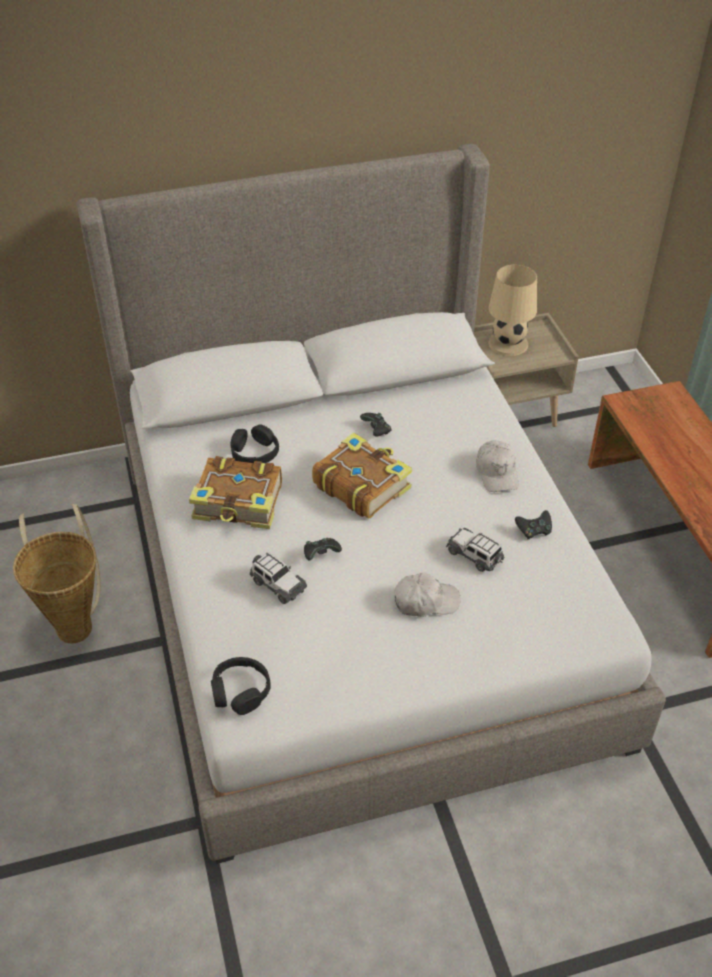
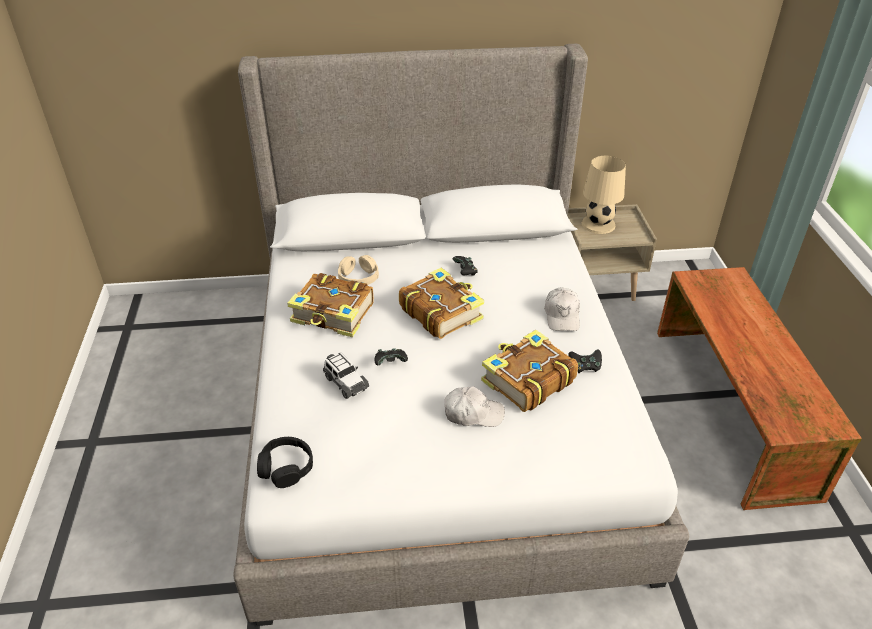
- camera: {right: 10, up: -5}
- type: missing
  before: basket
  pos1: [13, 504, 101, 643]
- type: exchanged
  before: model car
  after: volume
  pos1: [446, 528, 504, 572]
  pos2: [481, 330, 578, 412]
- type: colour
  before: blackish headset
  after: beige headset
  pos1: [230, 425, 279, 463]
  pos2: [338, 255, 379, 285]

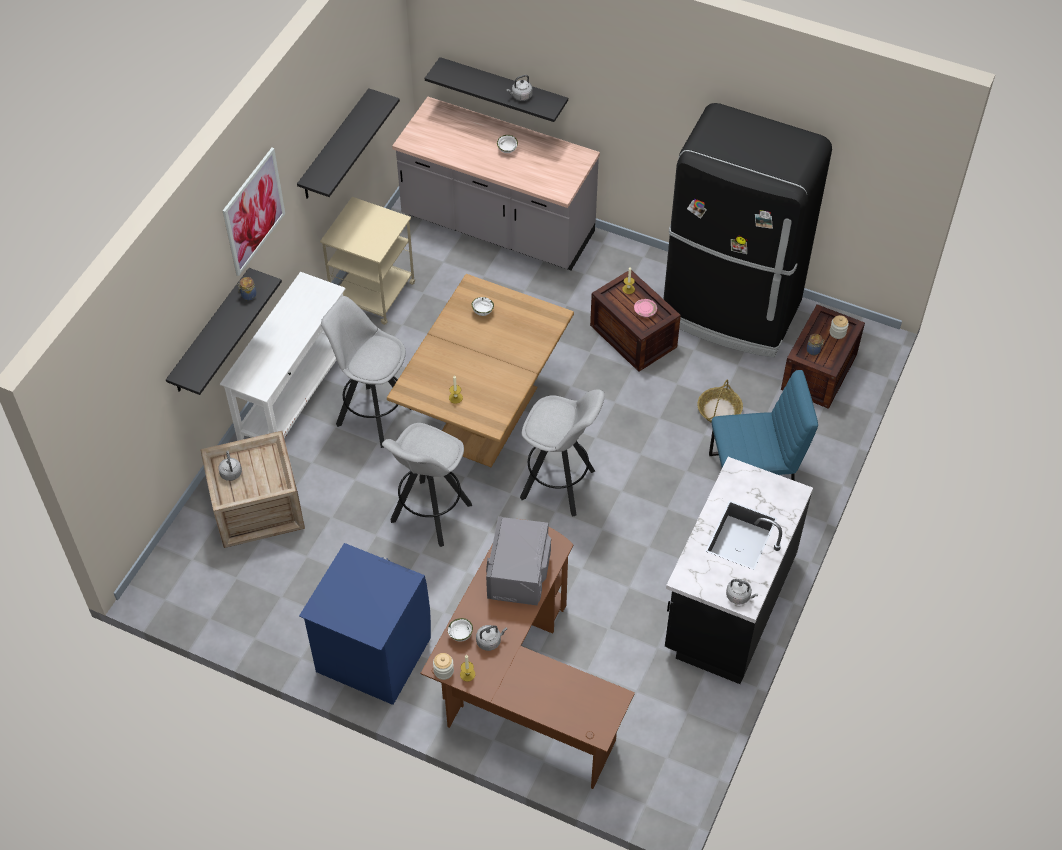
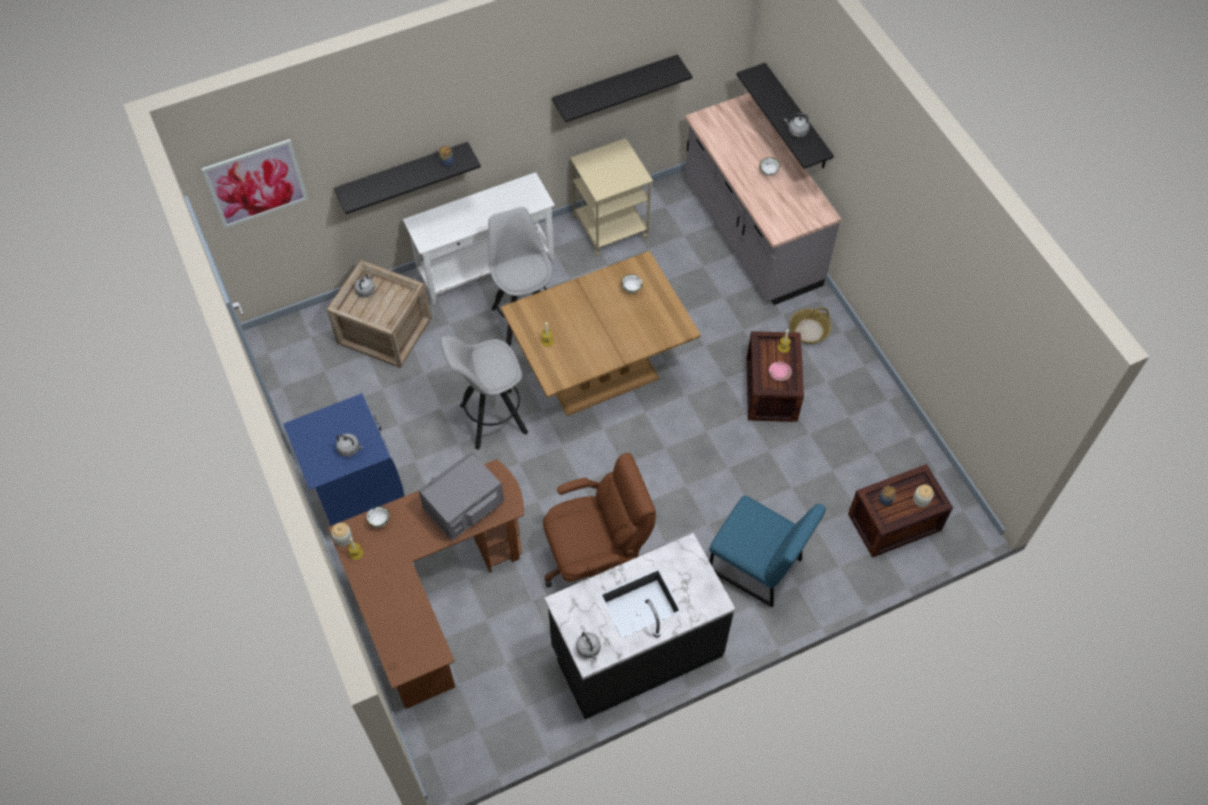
- camera: {right: 40, up: 5}
- type: missing
  before: gray stool seat
  pos1: [520, 389, 605, 517]
- type: missing
  before: blackish refrigerator
  pos1: [664, 103, 832, 357]
- type: appeared
  after: brownish office chair
  pos2: [543, 453, 656, 588]
- type: relocated
  before: wall picture
  pos1: [223, 148, 285, 276]
  pos2: [201, 139, 308, 228]
- type: relocated
  before: gray tea kettle
  pos1: [476, 625, 507, 651]
  pos2: [336, 434, 363, 457]
- type: relocated
  before: basket
  pos1: [697, 380, 743, 423]
  pos2: [789, 308, 831, 344]

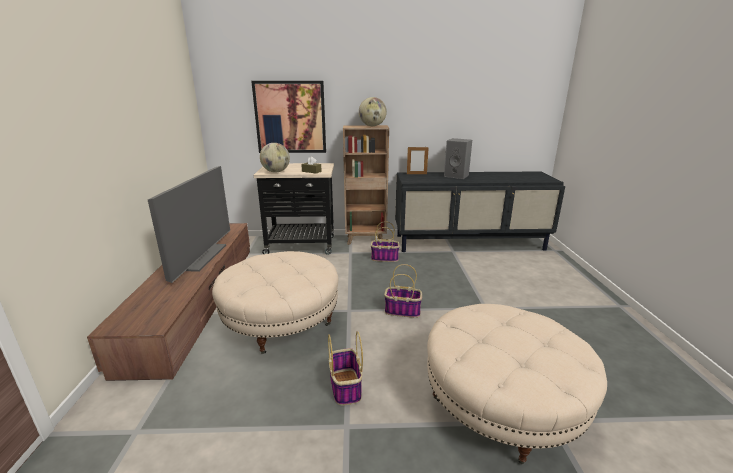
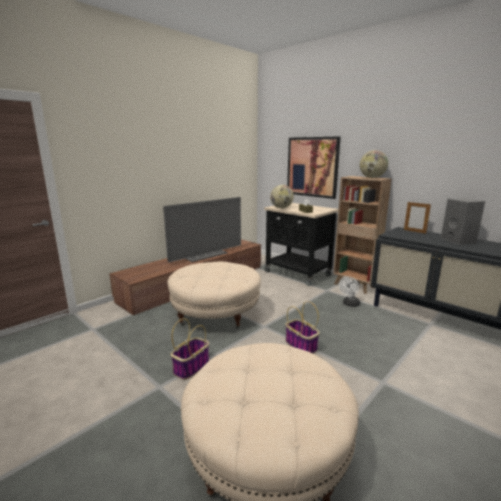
- camera: {right: 45, up: -5}
- type: exchanged
  before: basket
  after: white-coloured electric fan
  pos1: [371, 221, 400, 262]
  pos2: [339, 276, 360, 307]

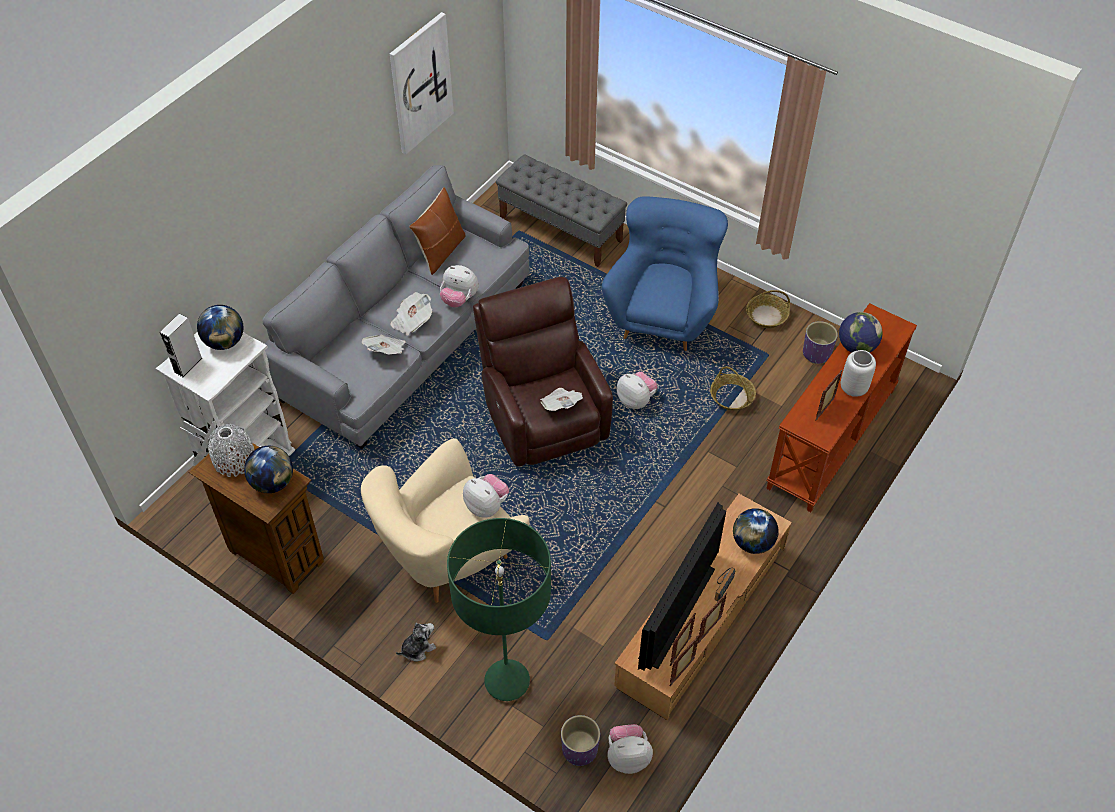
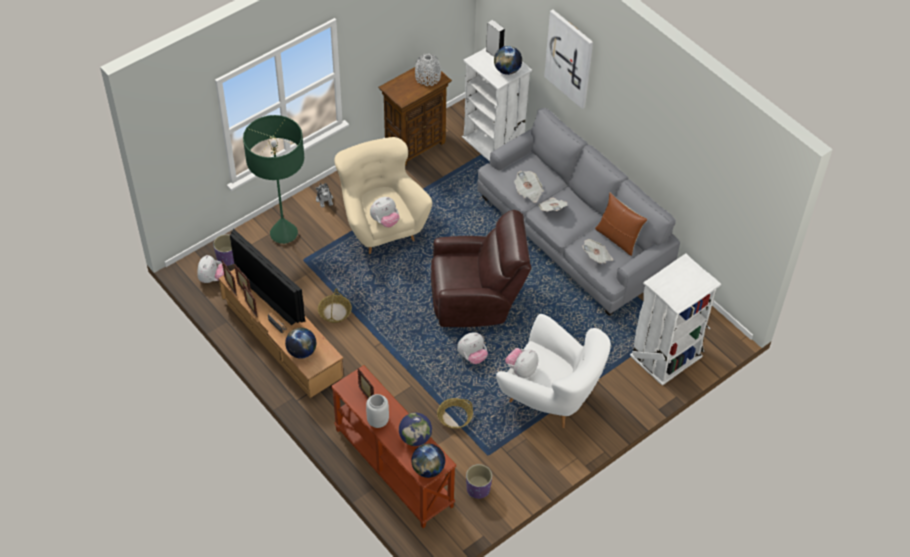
- camera: {right: 105, up: 0}
- type: relocated
  before: globe
  pos1: [244, 446, 293, 493]
  pos2: [411, 444, 445, 478]
- type: relocated
  before: wall picture
  pos1: [390, 12, 454, 154]
  pos2: [544, 10, 593, 109]
- type: relocated
  before: plush toy
  pos1: [440, 265, 479, 307]
  pos2: [505, 348, 538, 378]
- type: relocated
  before: daily paper
  pos1: [540, 388, 583, 411]
  pos2: [582, 239, 613, 264]
- type: relocated
  before: basket
  pos1: [746, 290, 790, 328]
  pos2: [318, 289, 352, 323]
- type: exchanged
  before: gray bench
  after: white-coloured bookshelf
  pos1: [496, 154, 627, 267]
  pos2: [630, 253, 721, 385]
- type: colour
  before: bluish easy chair
  after: white-coloured easy chair
  pos1: [602, 196, 728, 351]
  pos2: [496, 314, 611, 428]

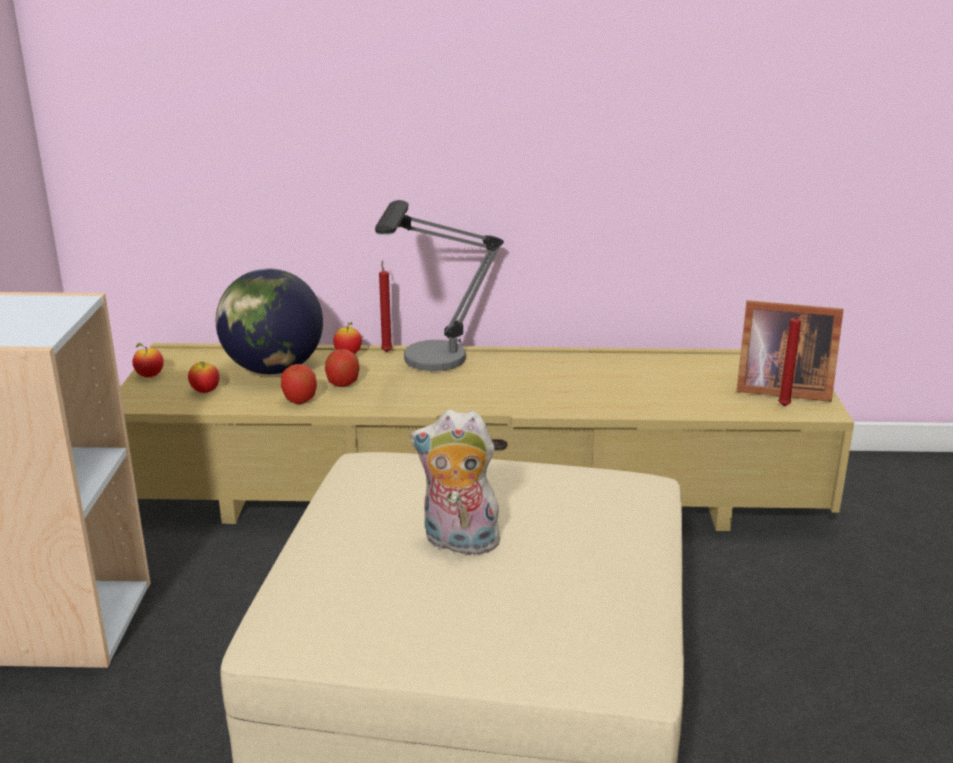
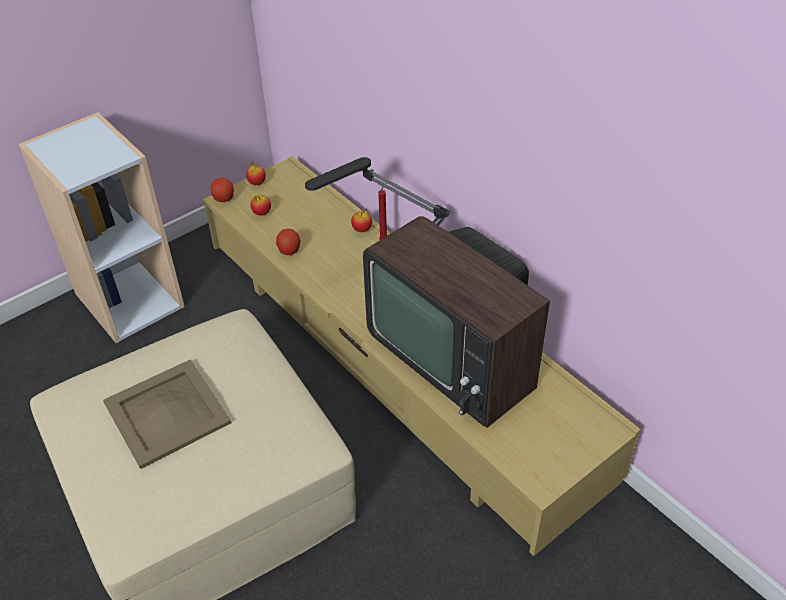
- camera: {right: 50, up: 20}
- type: missing
  before: globe
  pos1: [216, 269, 323, 374]
- type: missing
  before: standing frame
  pos1: [736, 300, 843, 402]
- type: missing
  before: red wax light
  pos1: [778, 313, 801, 406]
- type: appeared
  after: television
  pos2: [363, 216, 550, 428]
- type: relocated
  before: apple
  pos1: [325, 349, 360, 387]
  pos2: [210, 178, 234, 202]
- type: exchanged
  before: plush toy
  after: beige carrying tray
  pos1: [410, 410, 506, 555]
  pos2: [103, 359, 232, 469]

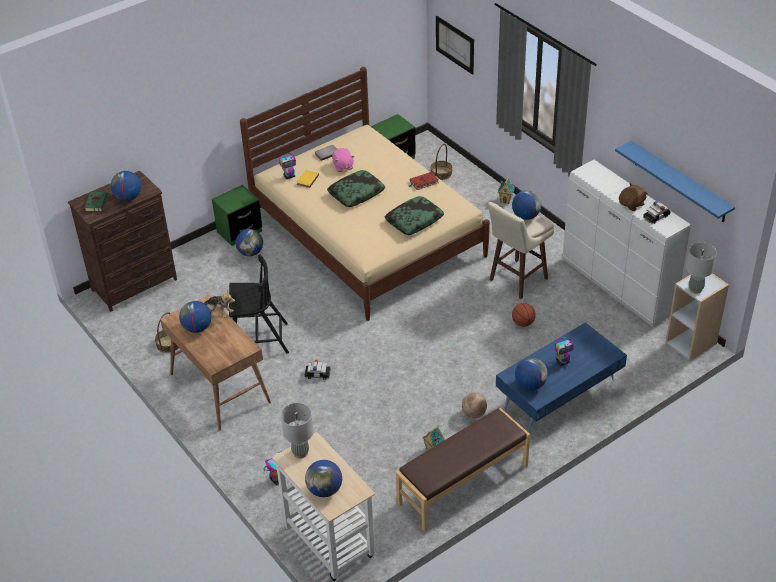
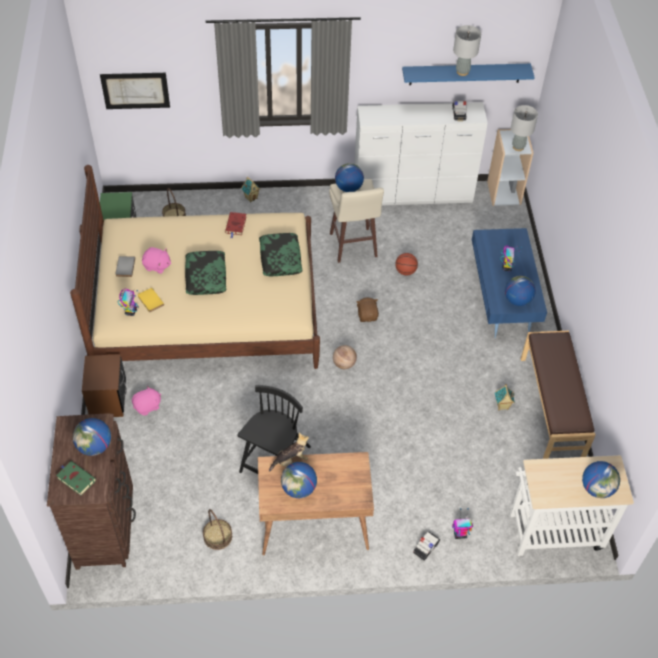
- camera: {right: -60, up: 10}
- type: relocated
  before: gray table lamp
  pos1: [281, 403, 314, 458]
  pos2: [453, 25, 481, 76]
- type: relocated
  before: model car
  pos1: [305, 360, 331, 379]
  pos2: [413, 532, 440, 561]
- type: relocated
  before: ball for basketball
  pos1: [462, 393, 487, 418]
  pos2: [333, 345, 357, 369]
- type: relocated
  before: brownish plush toy
  pos1: [619, 183, 648, 211]
  pos2: [356, 298, 379, 322]
- type: exchanged
  before: globe
  after: pink plush toy
  pos1: [236, 229, 263, 256]
  pos2: [132, 385, 161, 416]
- type: colour
  before: greenish nightstand
  after: brownish nightstand
  pos1: [212, 185, 262, 246]
  pos2: [82, 354, 127, 417]

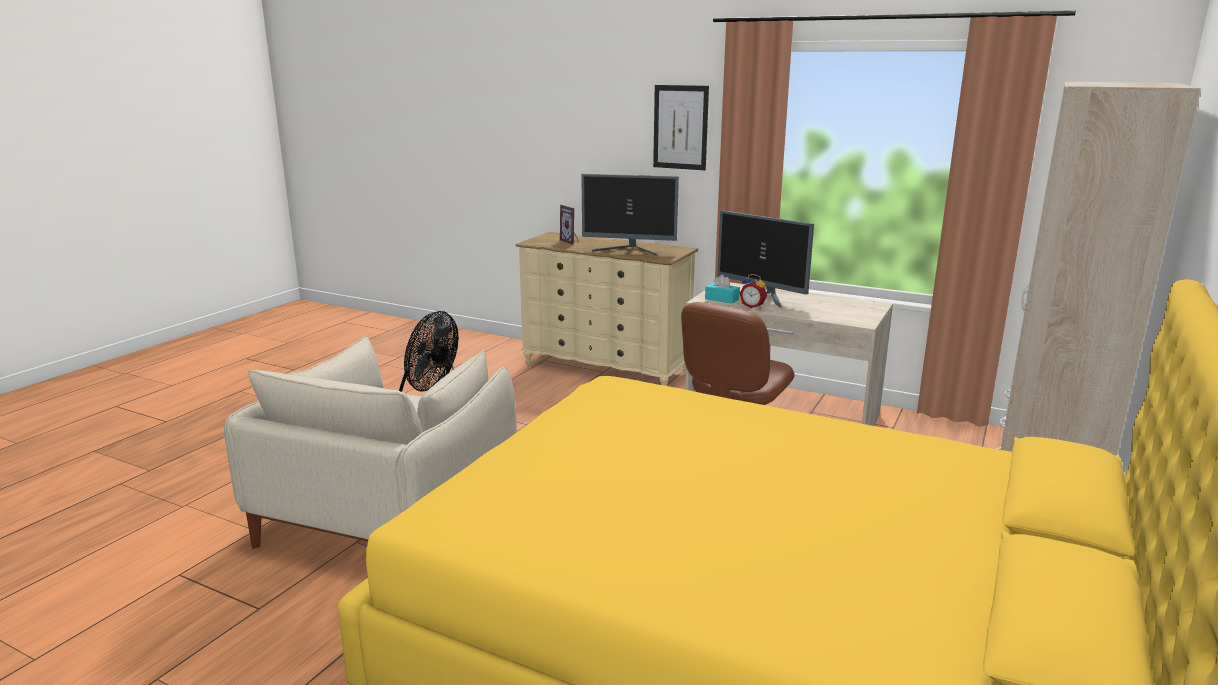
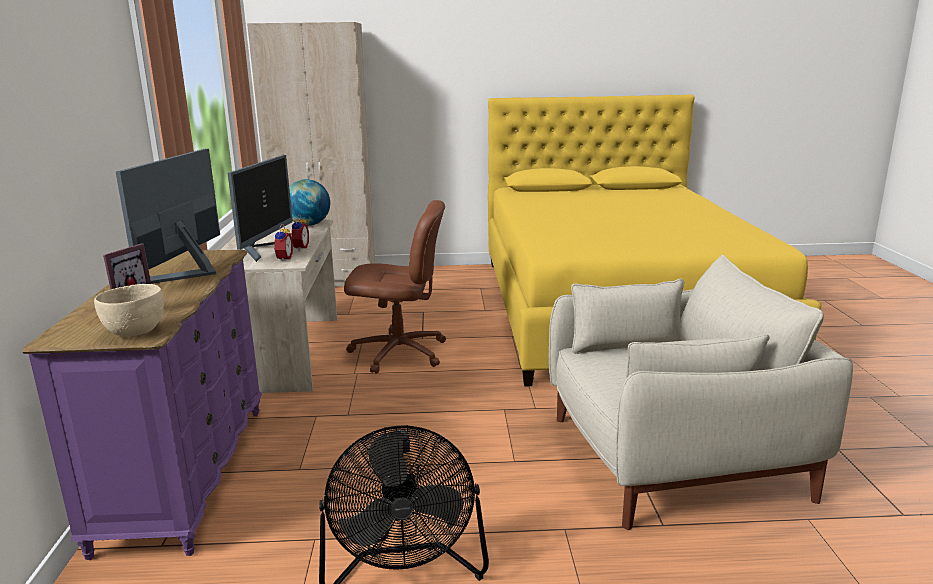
- camera: {right: -120, up: 0}
- type: missing
  before: wall picture
  pos1: [653, 85, 709, 170]
- type: appeared
  after: beige serving bowl
  pos2: [94, 284, 164, 337]
- type: appeared
  after: globe
  pos2: [289, 179, 330, 226]
- type: exchanged
  before: turquoise tissue box
  after: alarm clock
  pos1: [705, 274, 740, 304]
  pos2: [272, 224, 293, 262]
- type: colour
  before: beige dresser
  after: purplish dresser
  pos1: [516, 232, 698, 386]
  pos2: [22, 250, 262, 560]
- type: spun
  before: computer screen
  pos1: [581, 174, 679, 256]
  pos2: [116, 149, 220, 284]
  turn: -150

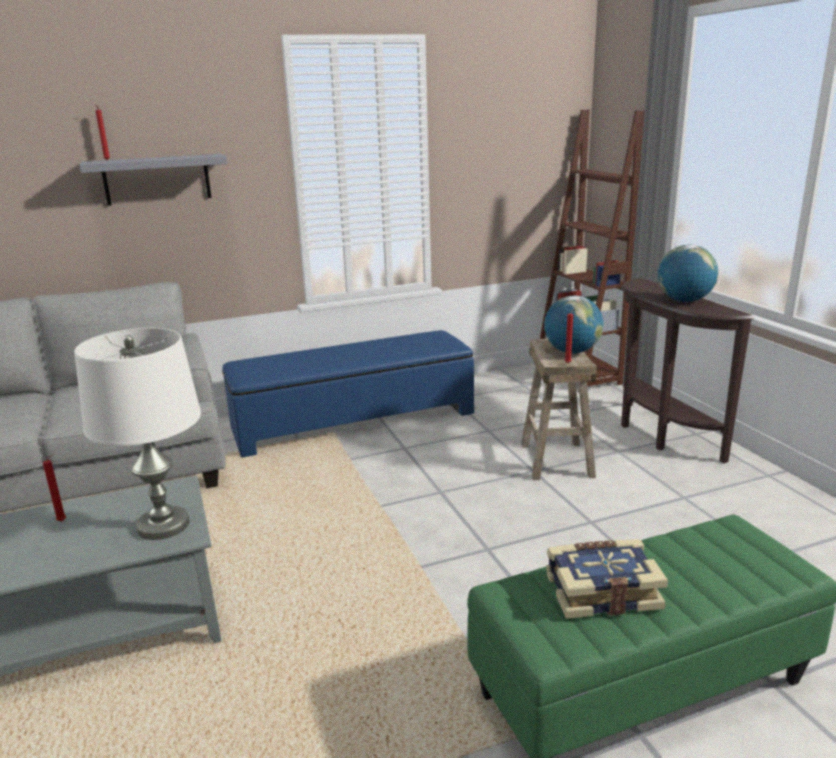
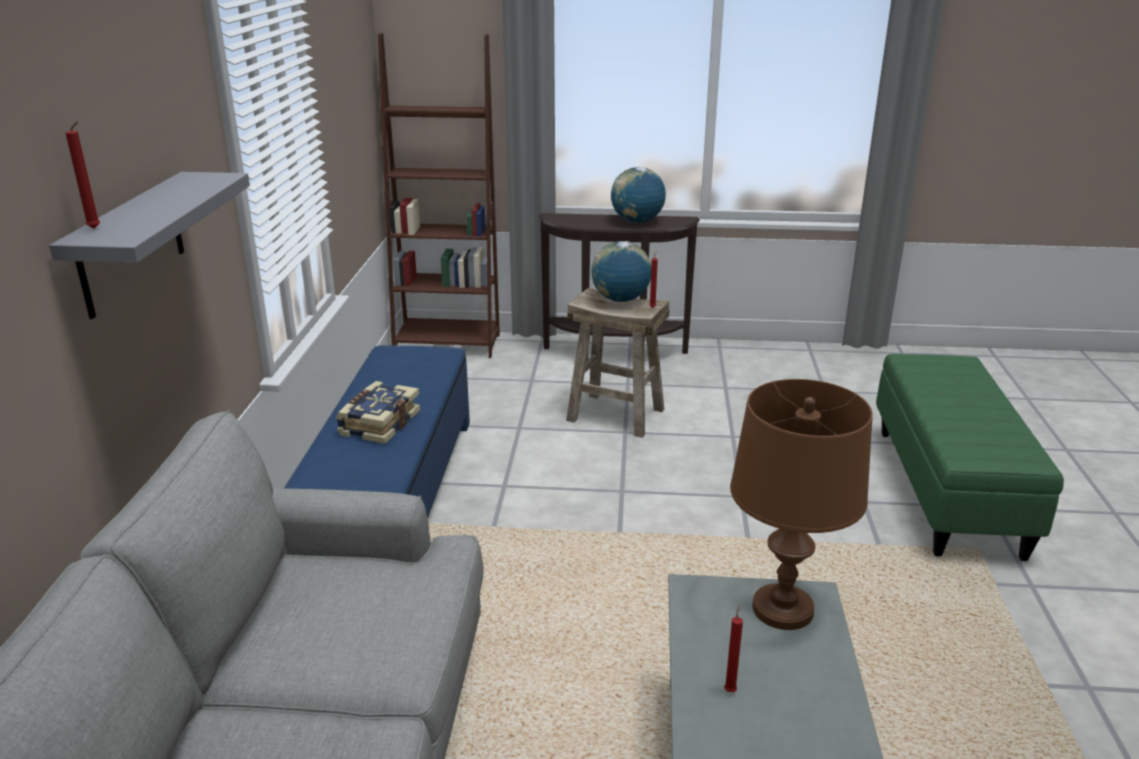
- camera: {right: -65, up: 5}
- type: relocated
  before: volume
  pos1: [546, 539, 668, 619]
  pos2: [336, 381, 420, 444]
- type: colour
  before: white-coloured table lamp
  after: brownish table lamp
  pos1: [74, 328, 201, 540]
  pos2: [730, 379, 873, 630]

